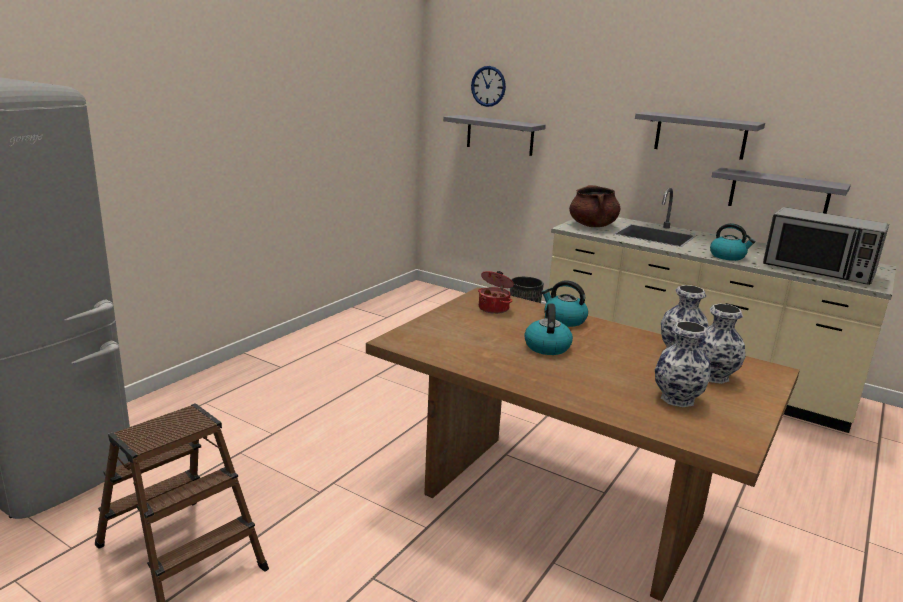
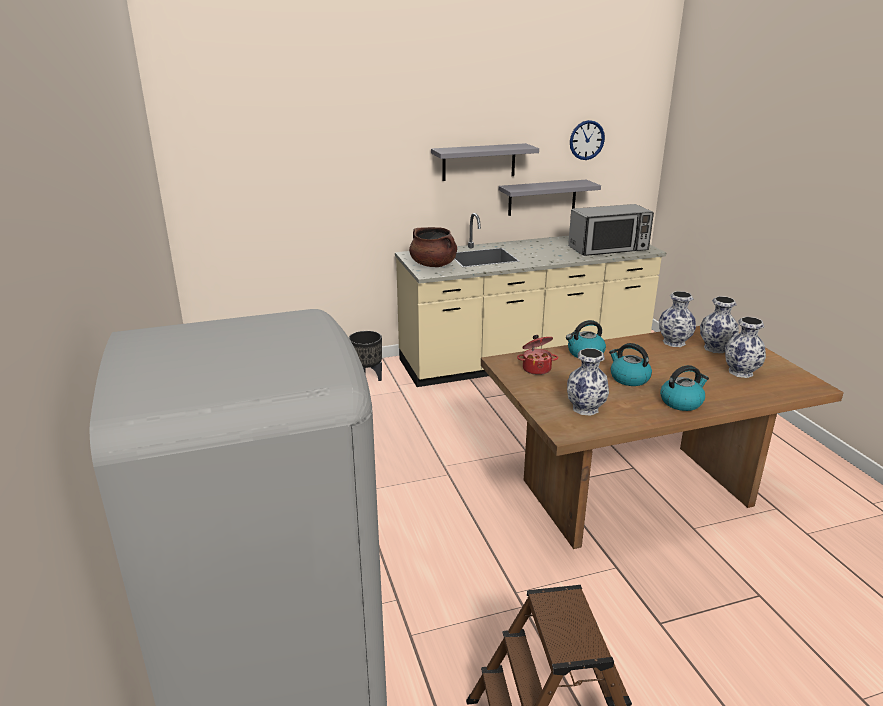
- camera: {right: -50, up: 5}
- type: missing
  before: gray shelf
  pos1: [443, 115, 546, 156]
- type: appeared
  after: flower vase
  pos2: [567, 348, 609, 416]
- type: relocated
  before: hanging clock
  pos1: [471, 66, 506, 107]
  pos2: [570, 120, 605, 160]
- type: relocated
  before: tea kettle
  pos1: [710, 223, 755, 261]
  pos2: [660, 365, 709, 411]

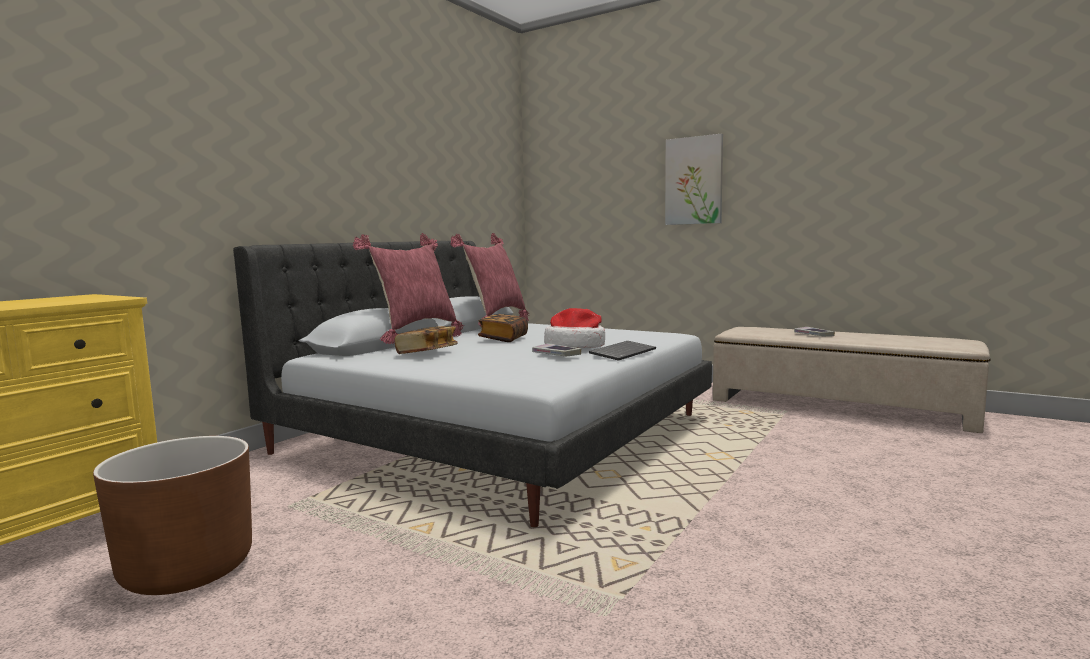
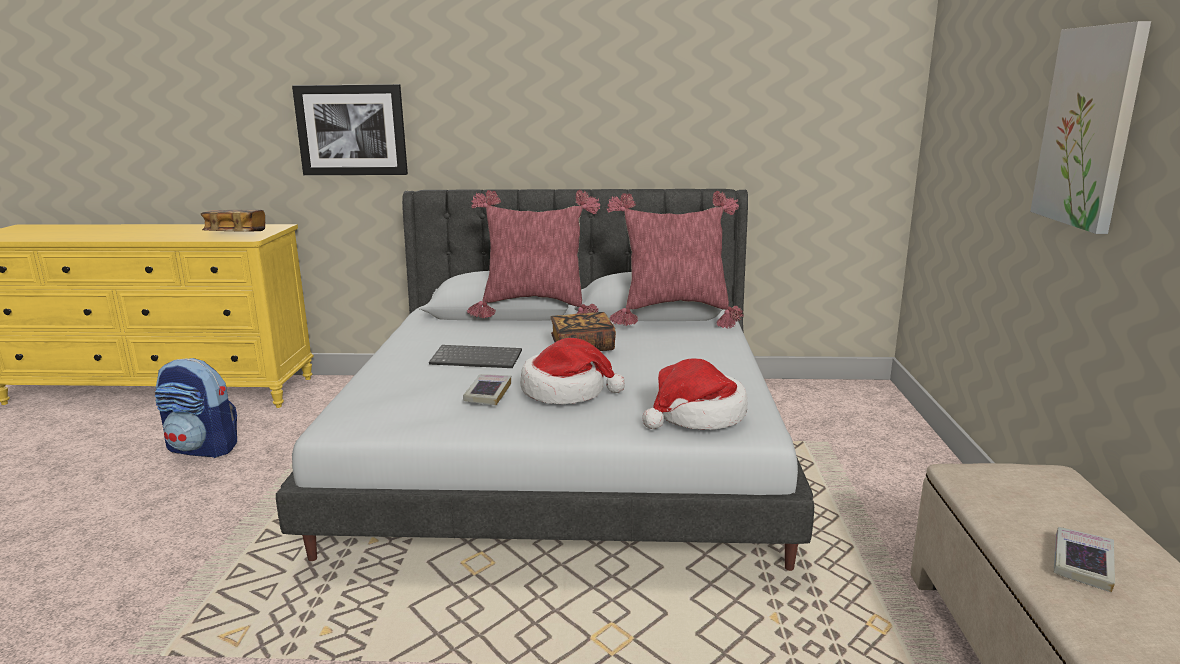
- camera: {right: 60, up: 10}
- type: appeared
  after: wall picture
  pos2: [292, 84, 408, 175]
- type: appeared
  after: hat
  pos2: [643, 358, 748, 430]
- type: relocated
  before: volume
  pos1: [395, 326, 458, 354]
  pos2: [201, 210, 265, 232]
- type: relocated
  before: computer keyboard
  pos1: [589, 341, 656, 361]
  pos2: [429, 345, 522, 368]
- type: exchanged
  before: brownish flower pot
  after: rucksack
  pos1: [93, 436, 252, 595]
  pos2: [155, 358, 237, 458]

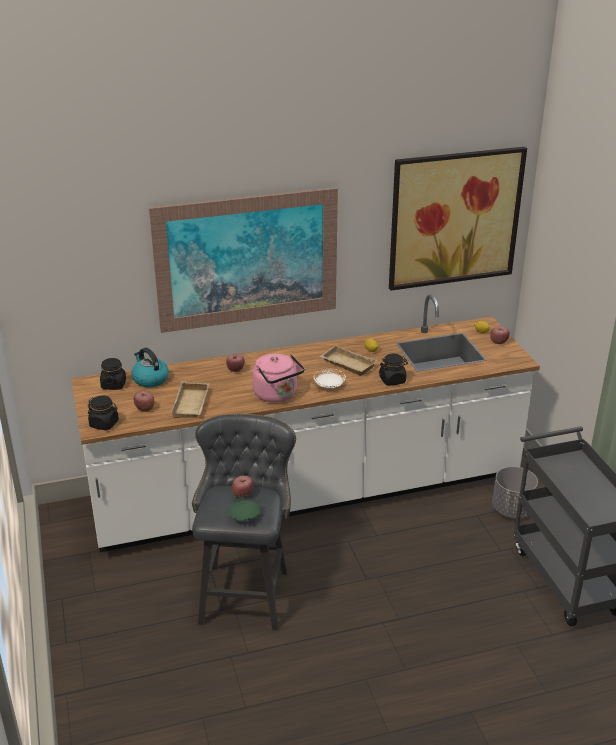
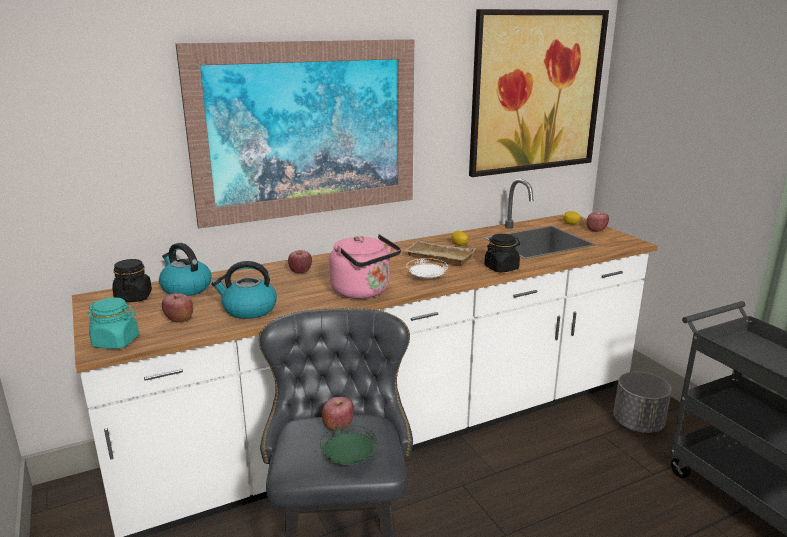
- camera: {right: -10, up: -10}
- type: exchanged
  before: beige carrying tray
  after: tea kettle
  pos1: [171, 381, 209, 418]
  pos2: [211, 261, 277, 319]
- type: colour
  before: blackish preserve jar
  after: turquoise preserve jar
  pos1: [88, 396, 119, 430]
  pos2: [88, 297, 139, 349]

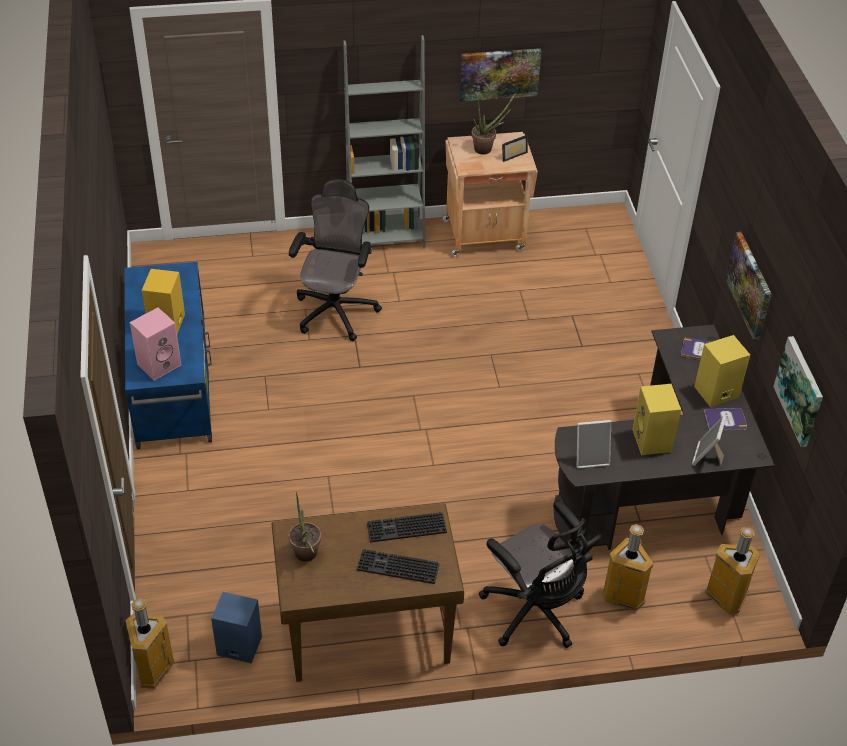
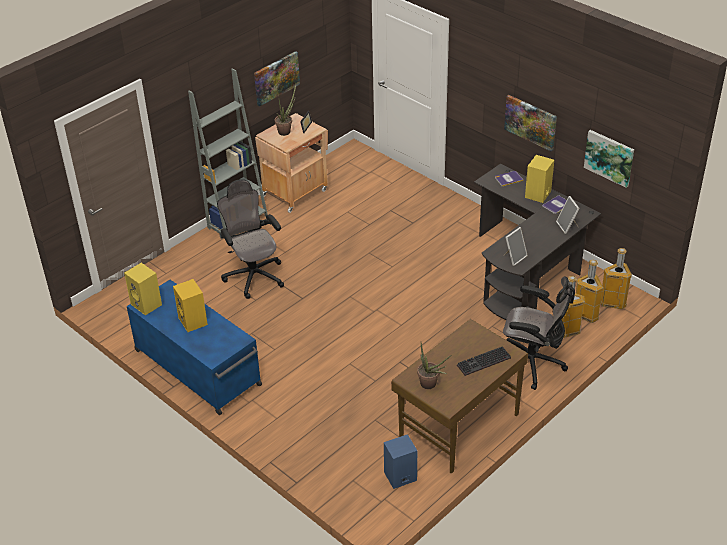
- camera: {right: -35, up: -5}
- type: missing
  before: pink loudspeaker
  pos1: [130, 307, 181, 380]
- type: missing
  before: computer keyboard
  pos1: [367, 512, 447, 543]
- type: relocated
  before: trash can
  pos1: [126, 598, 174, 689]
  pos2: [576, 259, 603, 323]
- type: relocated
  before: yellowish loudspeaker
  pos1: [632, 384, 681, 455]
  pos2: [124, 263, 162, 315]

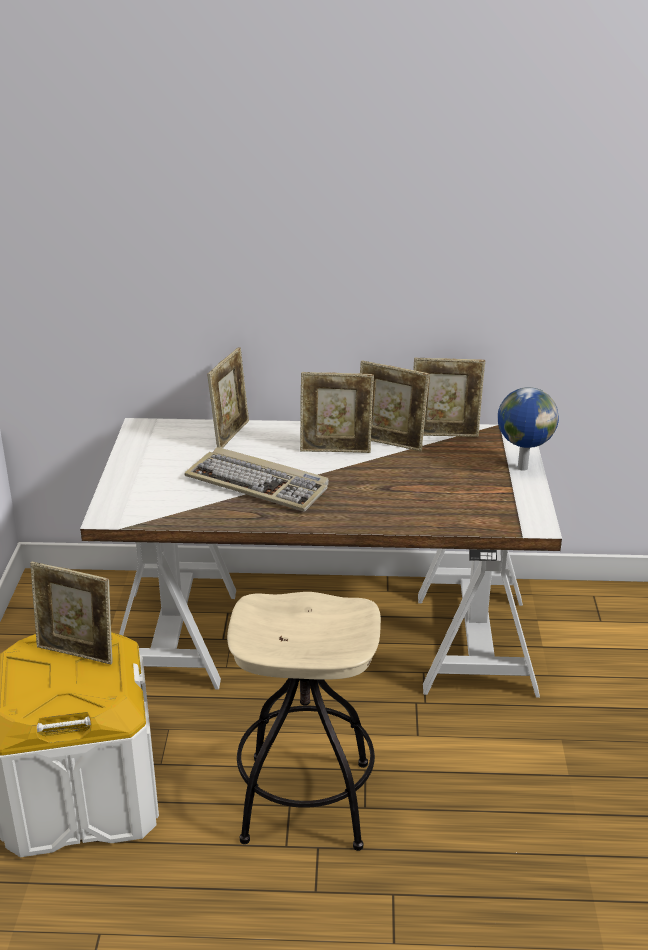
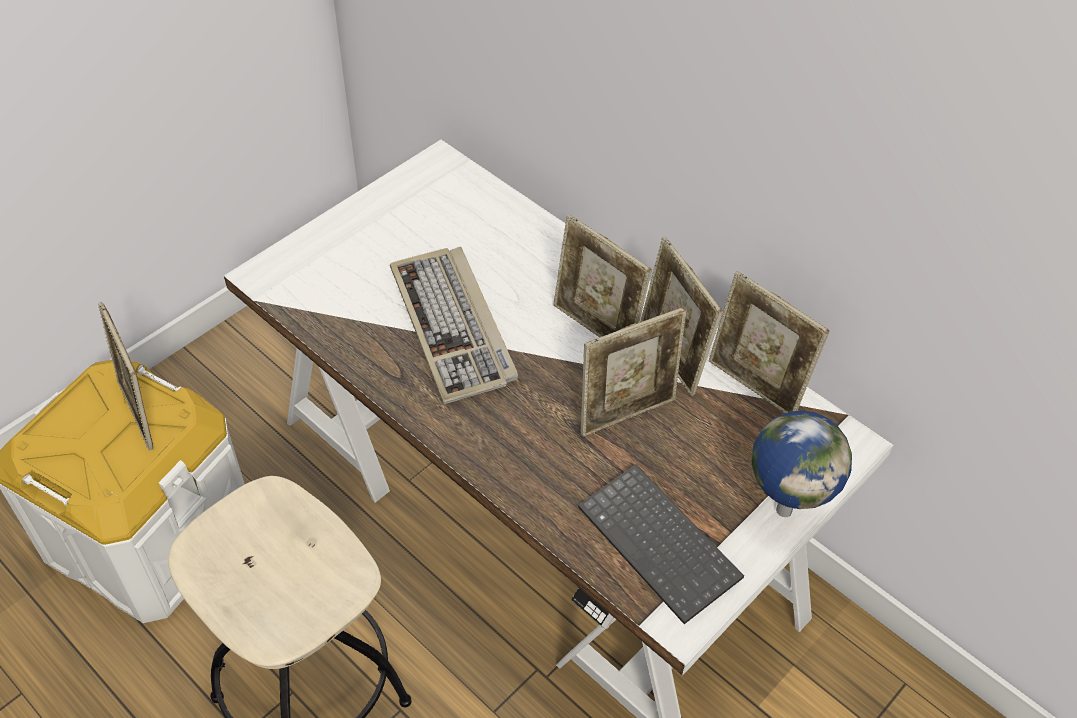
- camera: {right: 40, up: 20}
- type: appeared
  after: computer keyboard
  pos2: [578, 464, 744, 624]
- type: relocated
  before: standing frame
  pos1: [207, 347, 249, 448]
  pos2: [581, 307, 687, 437]

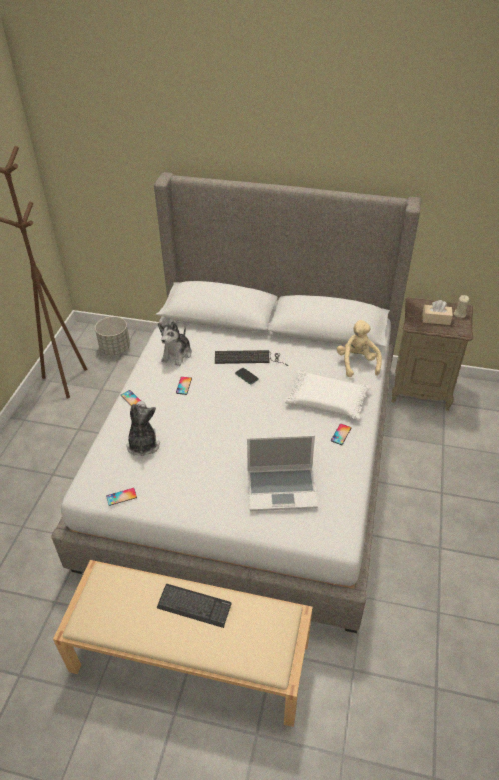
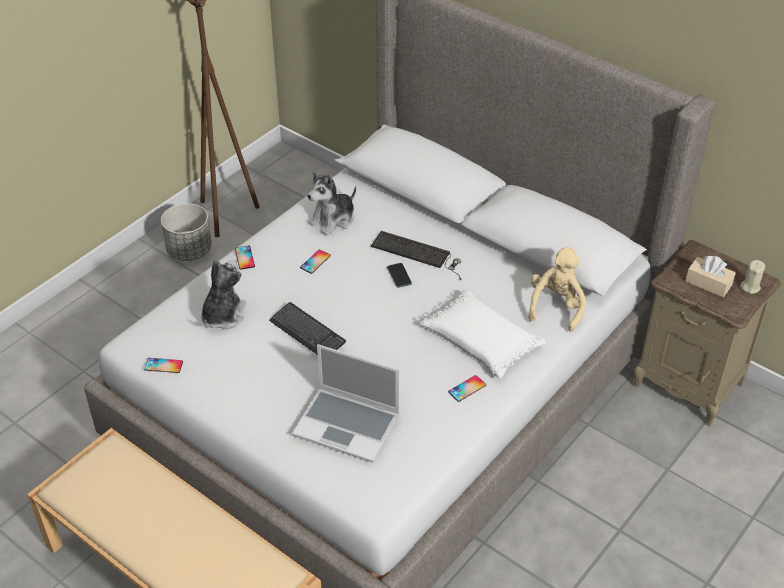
- camera: {right: 25, up: 0}
- type: relocated
  before: gray flower pot
  pos1: [95, 317, 130, 355]
  pos2: [161, 203, 212, 261]
- type: relocated
  before: computer keyboard
  pos1: [157, 584, 231, 628]
  pos2: [269, 302, 346, 355]

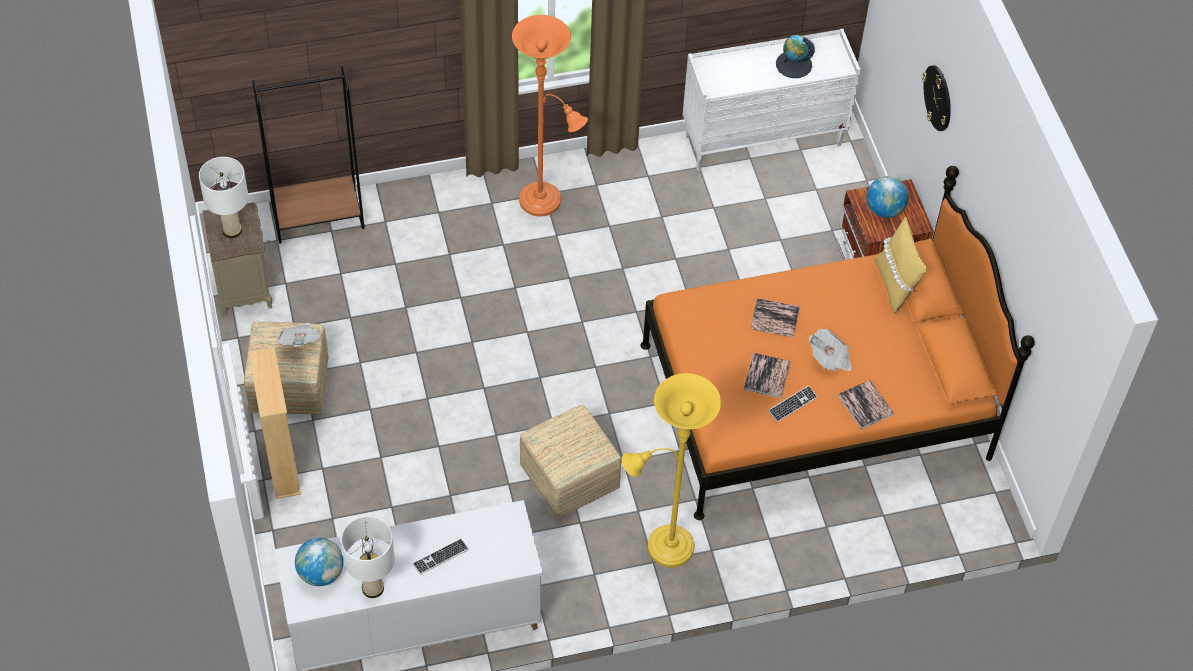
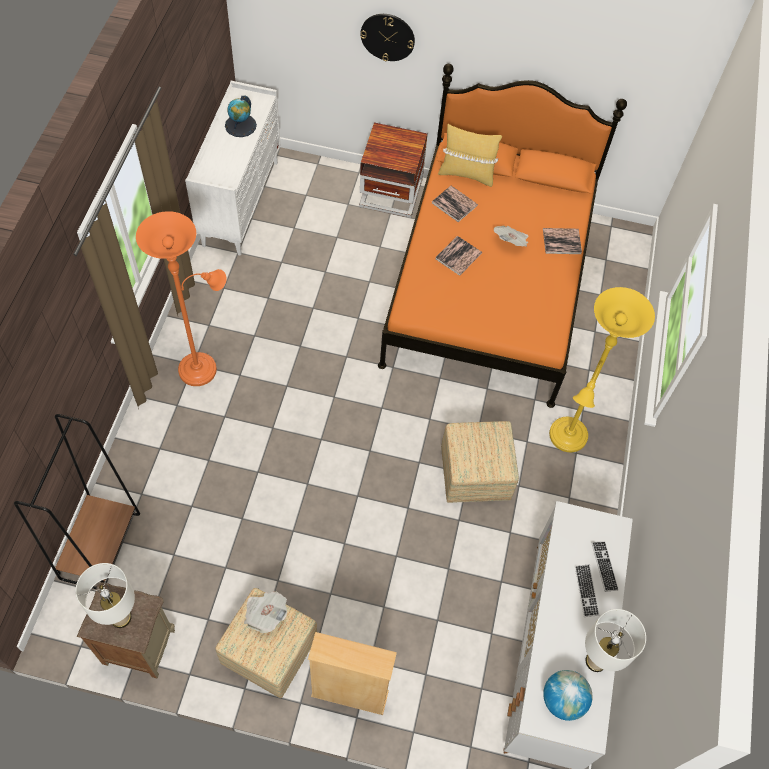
- camera: {right: -65, up: 5}
- type: missing
  before: globe
  pos1: [867, 176, 909, 218]
- type: relocated
  before: volume
  pos1: [743, 353, 791, 398]
  pos2: [432, 186, 478, 222]
- type: relocated
  before: computer keyboard
  pos1: [768, 385, 818, 422]
  pos2: [591, 541, 619, 592]

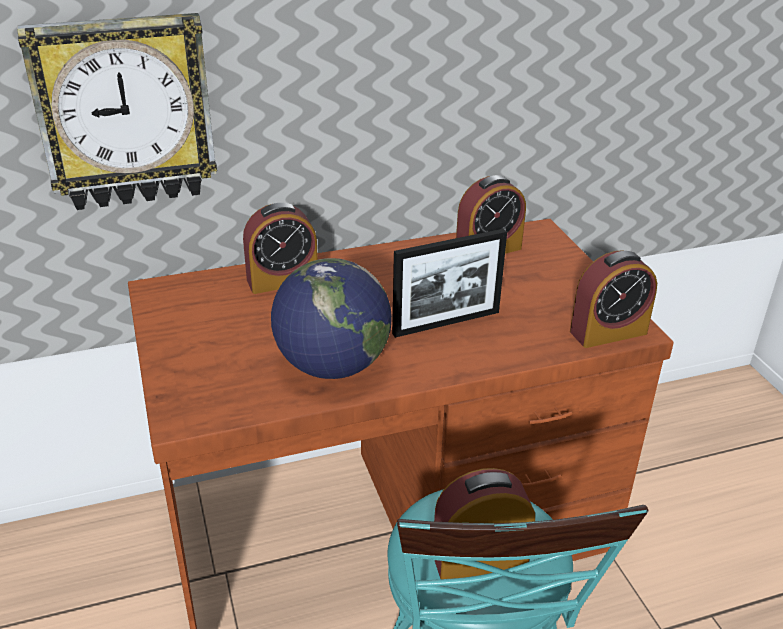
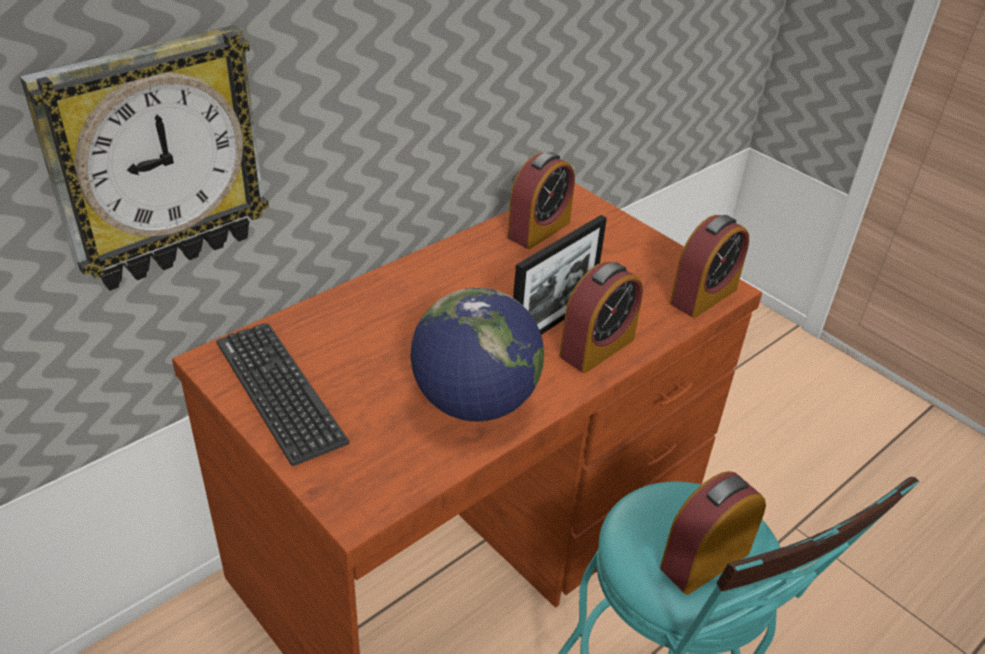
- camera: {right: -25, up: 5}
- type: appeared
  after: computer keyboard
  pos2: [216, 323, 349, 466]
- type: relocated
  before: alarm clock
  pos1: [243, 203, 318, 294]
  pos2: [560, 261, 643, 373]

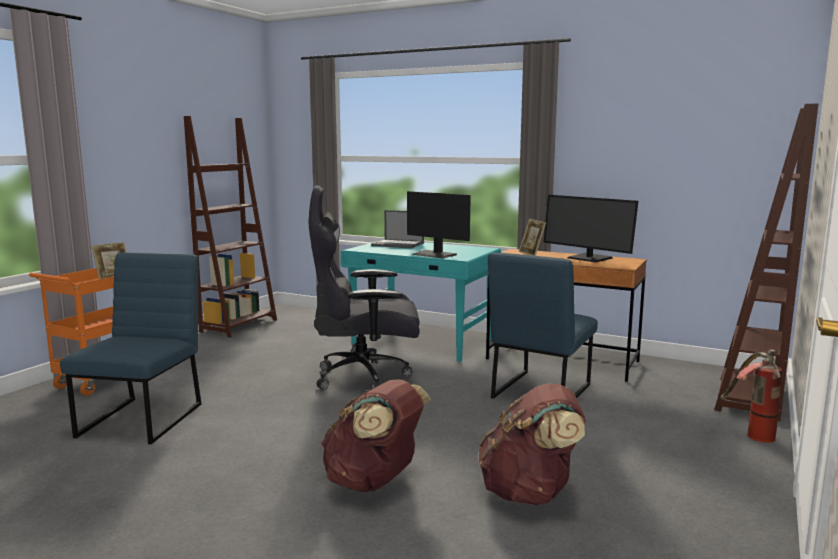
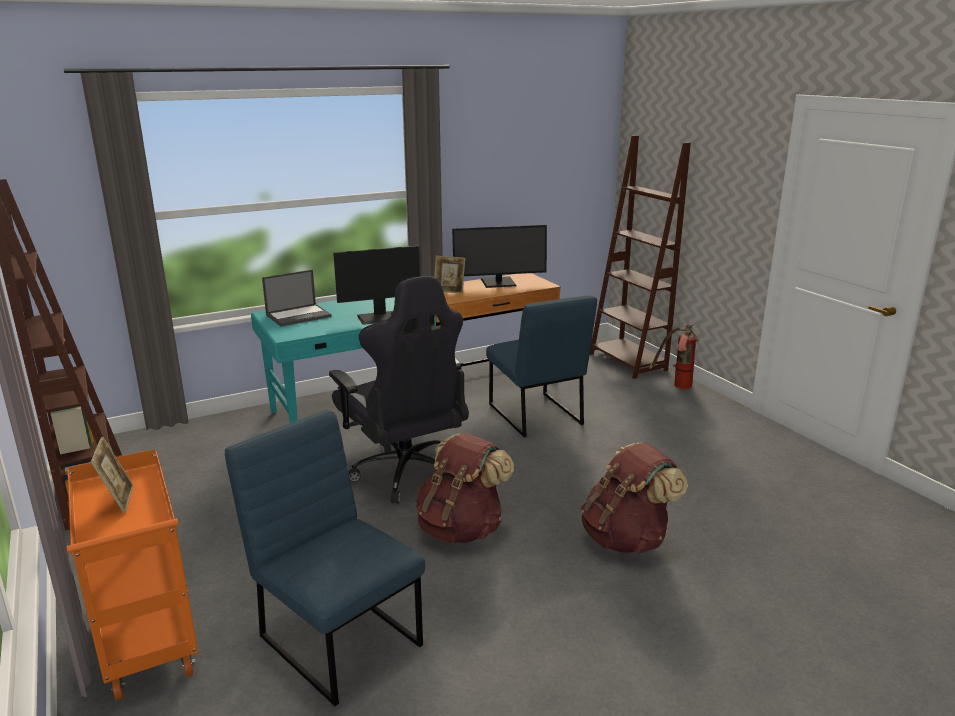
- camera: {right: -55, up: 10}
- type: relocated
  before: brownish rucksack
  pos1: [479, 384, 586, 505]
  pos2: [416, 433, 514, 543]
- type: spun
  before: blackish office chair
  pos1: [308, 185, 420, 389]
  pos2: [329, 276, 469, 504]
  turn: -60

